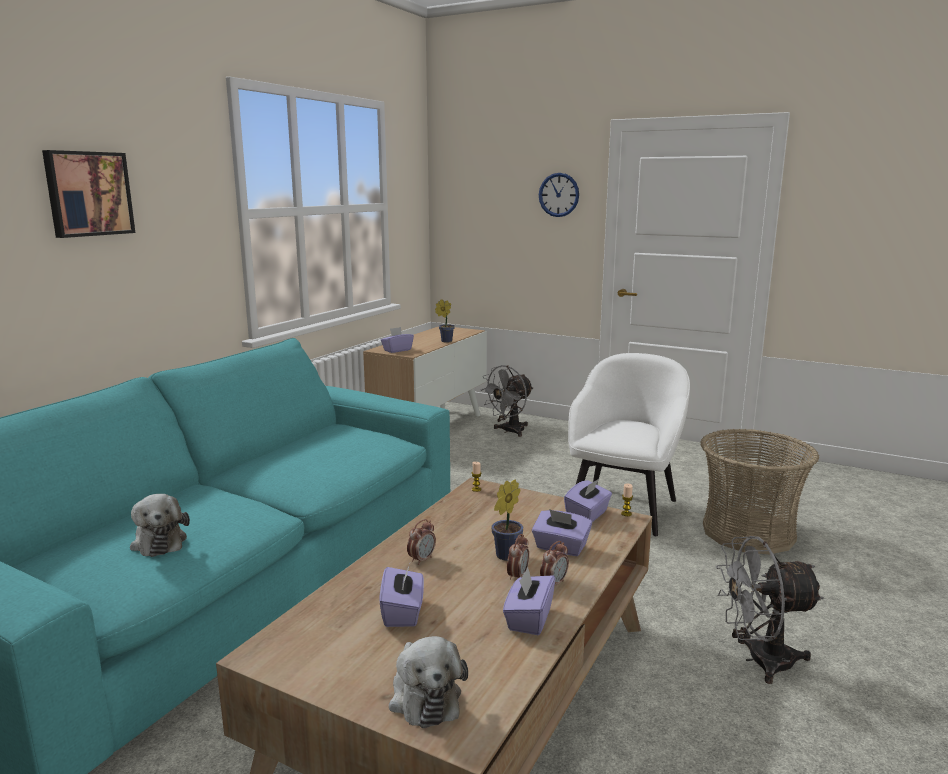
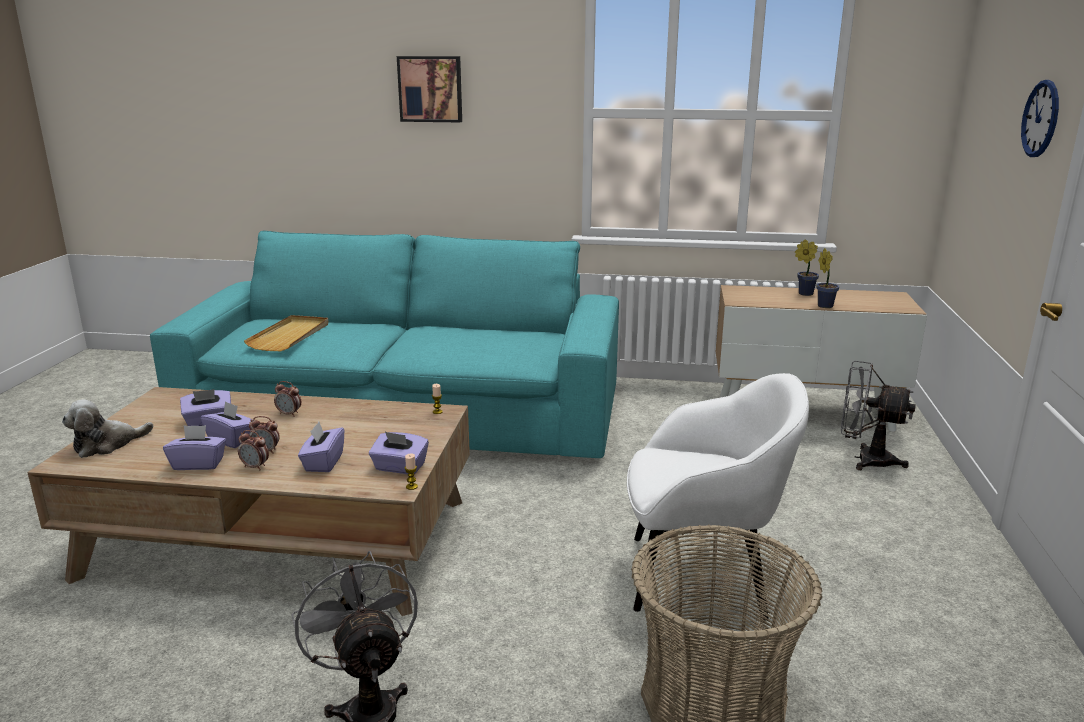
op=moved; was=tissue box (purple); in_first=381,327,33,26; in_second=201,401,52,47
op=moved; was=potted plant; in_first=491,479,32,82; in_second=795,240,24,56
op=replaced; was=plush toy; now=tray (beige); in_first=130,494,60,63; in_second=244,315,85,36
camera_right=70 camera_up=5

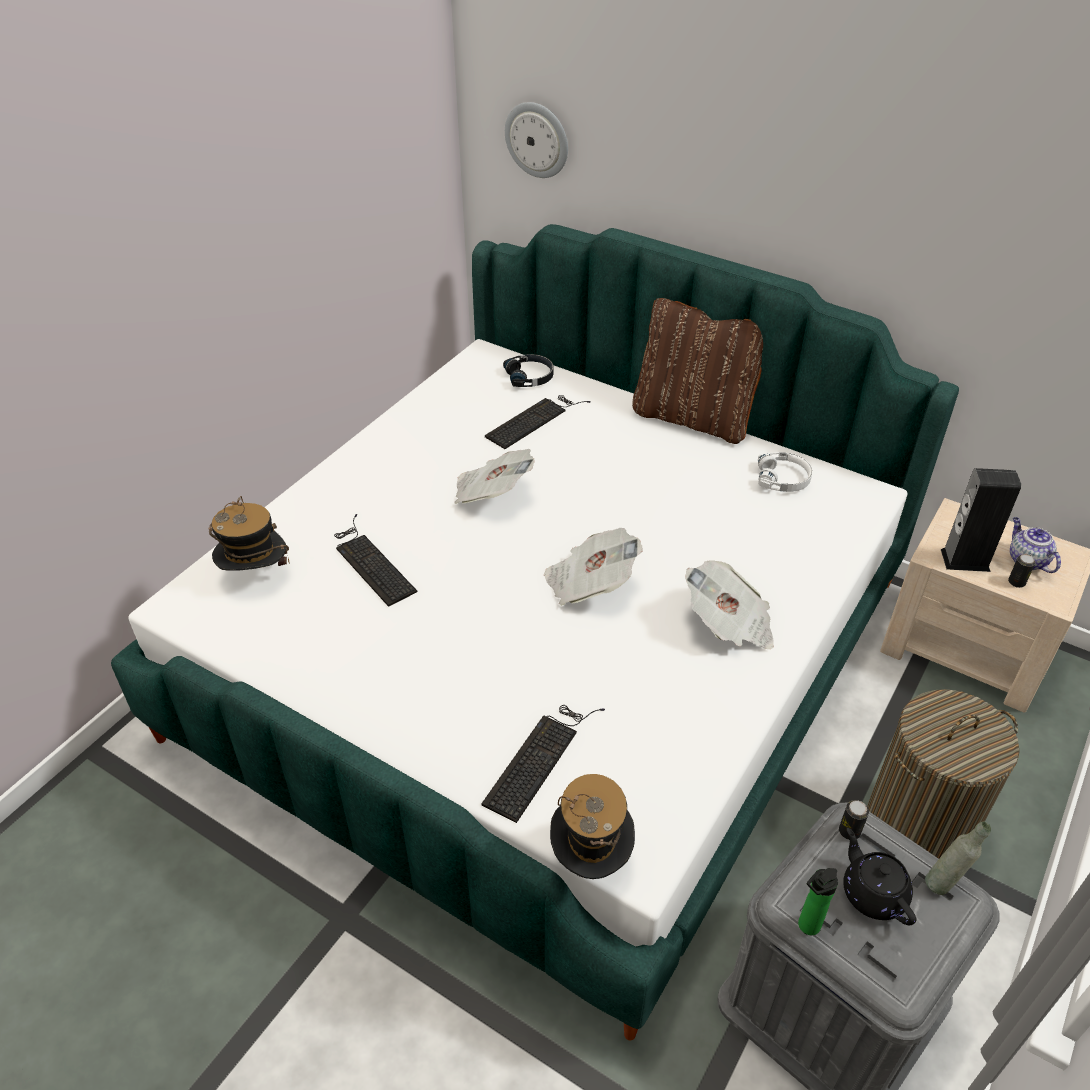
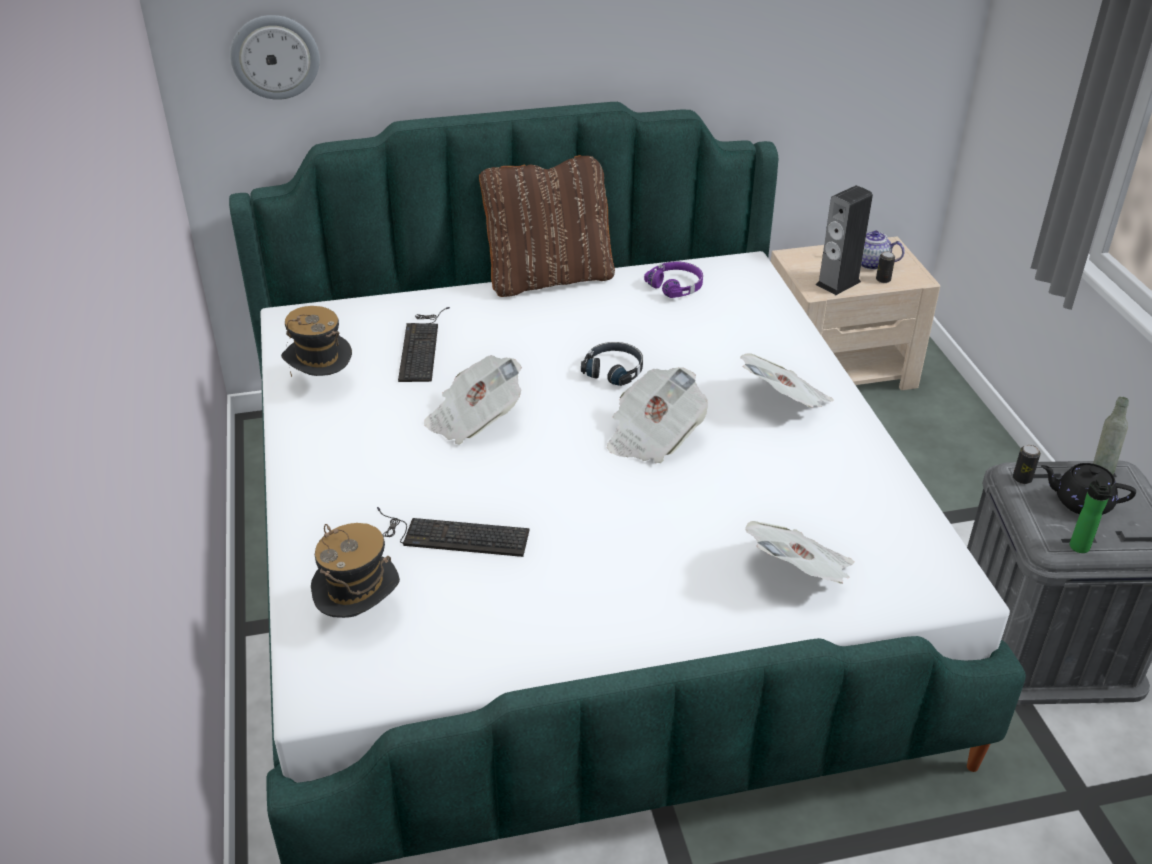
op=removed; was=laundry basket; in_first=867,690,153,169
op=moved; was=headphones (black); in_first=503,354,50,33; in_second=581,342,62,44
op=moved; was=hat; in_first=550,774,85,105; in_second=281,306,71,71
op=replaced; was=keyboard; now=newspaper; in_first=481,705,124,118; in_second=745,521,109,63
op=recoloured; was=headphones (white); now=headphones (purple); in_first=758,452,55,40; in_second=644,261,59,37
camera_right=-45 camera_up=-5

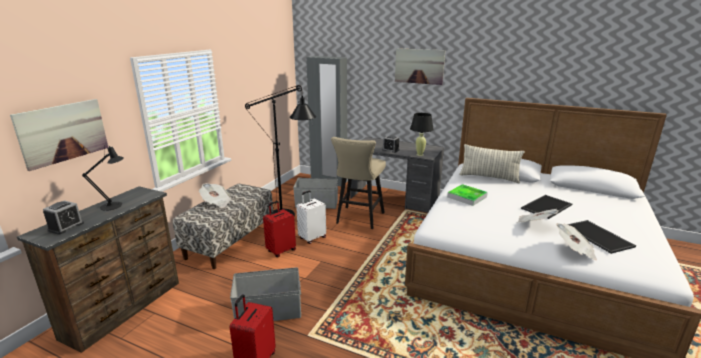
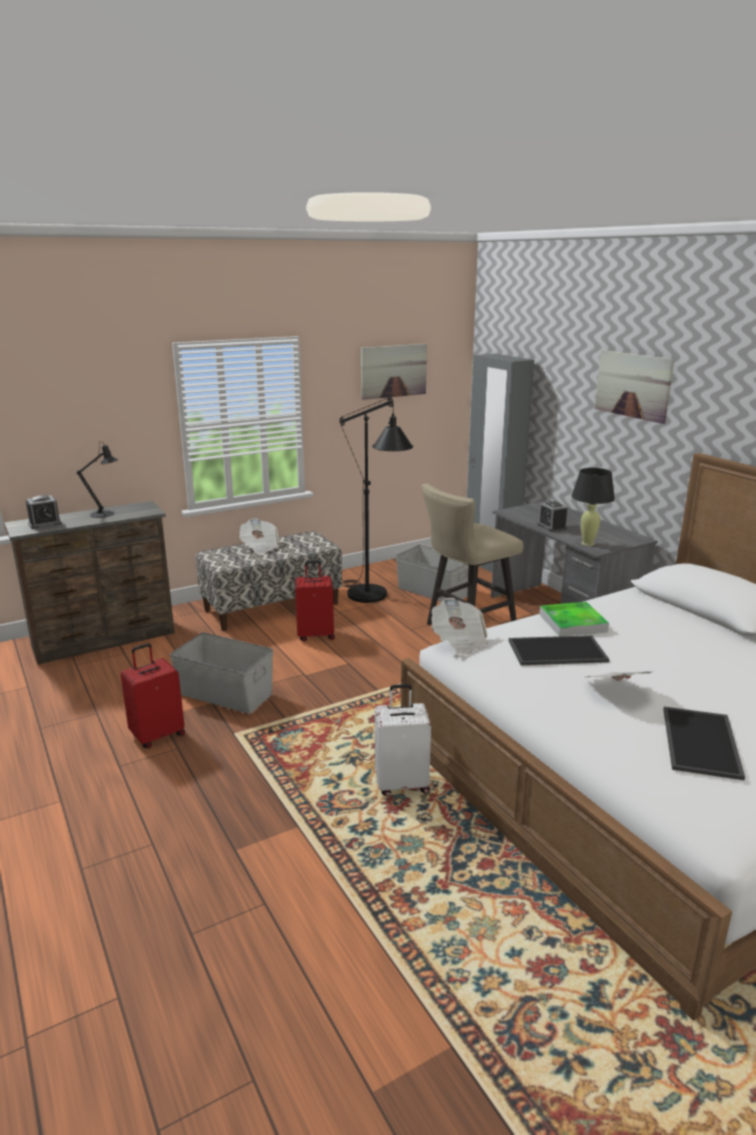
op=removed; was=pillow; in_first=459,144,65,39
op=moved; was=picture; in_first=10,99,99,72; in_second=361,344,66,56
op=moved; was=suitcase (white); in_first=296,190,30,54; in_second=375,684,56,112
op=moved; was=tray; in_first=521,195,51,24; in_second=509,635,101,30
op=moved; was=newspaper; in_first=556,223,41,37; in_second=431,598,57,58
camera_right=35 camera_up=0

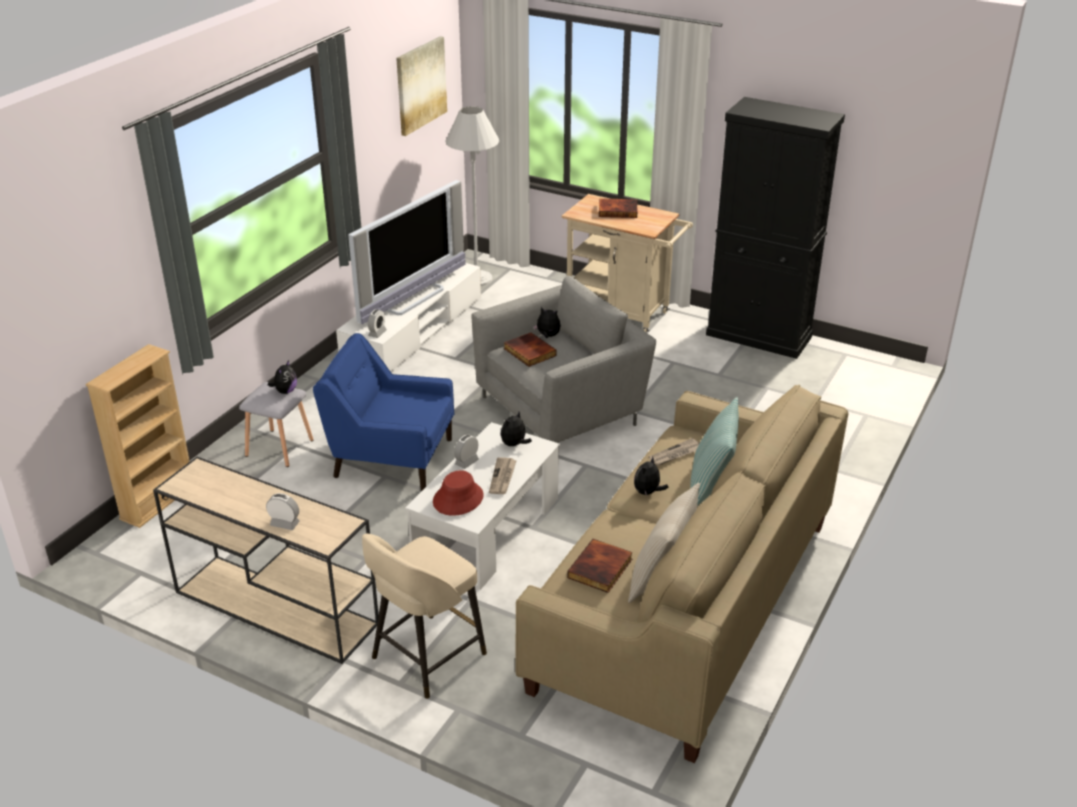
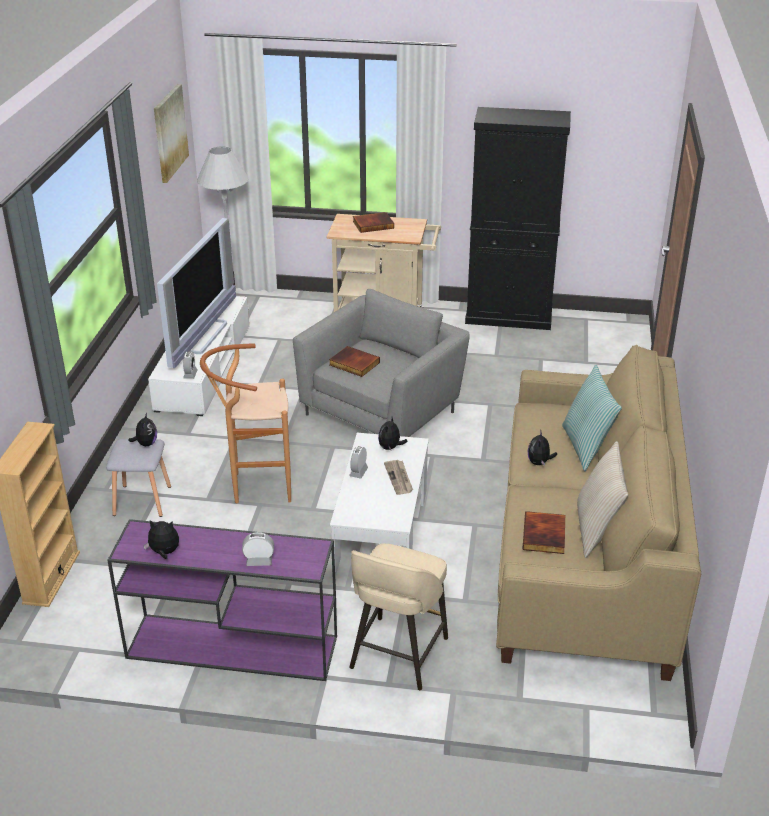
op=removed; was=hat (red); in_first=433,470,50,46
op=removed; was=newspaper; in_first=648,438,51,28
op=moved; was=plush toy; in_first=533,307,28,31; in_second=143,520,36,39
op=replaced; was=armchair (blue); now=stool (brown); in_first=313,333,141,158; in_second=200,343,91,160
op=recoloured; was=console table (beige); now=console table (purple); in_first=153,457,226,207; in_second=107,519,230,162
camera_right=-20 camera_up=0

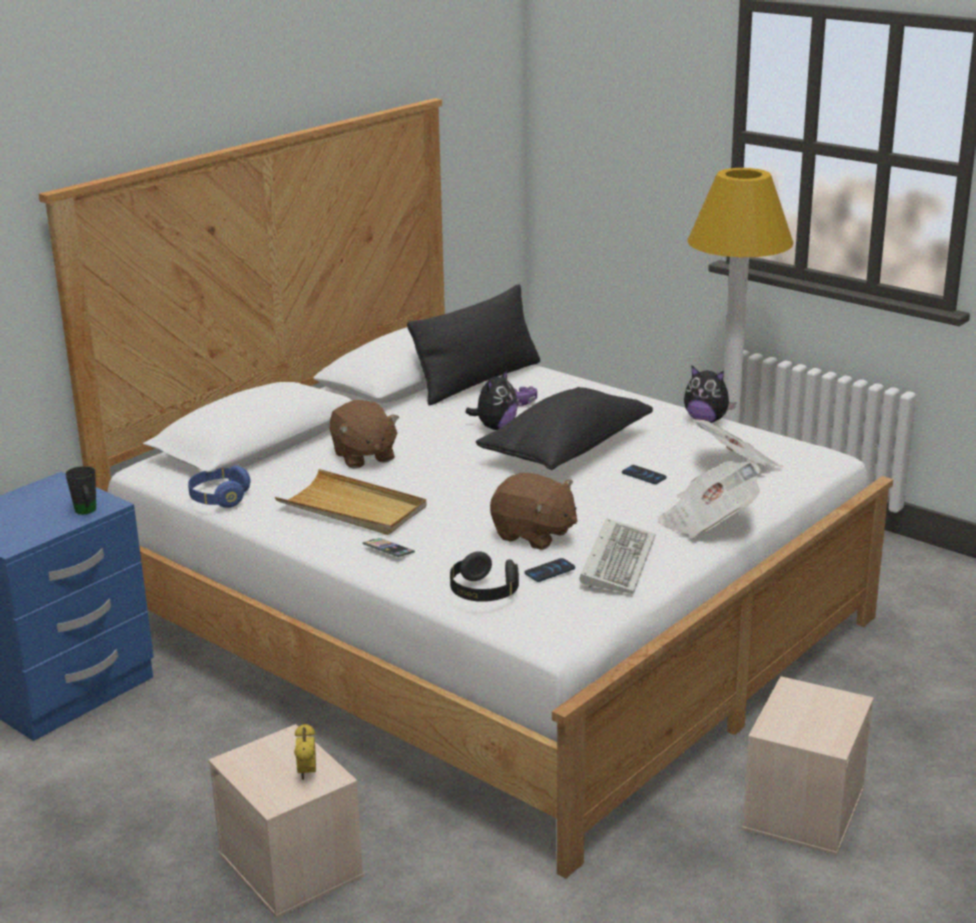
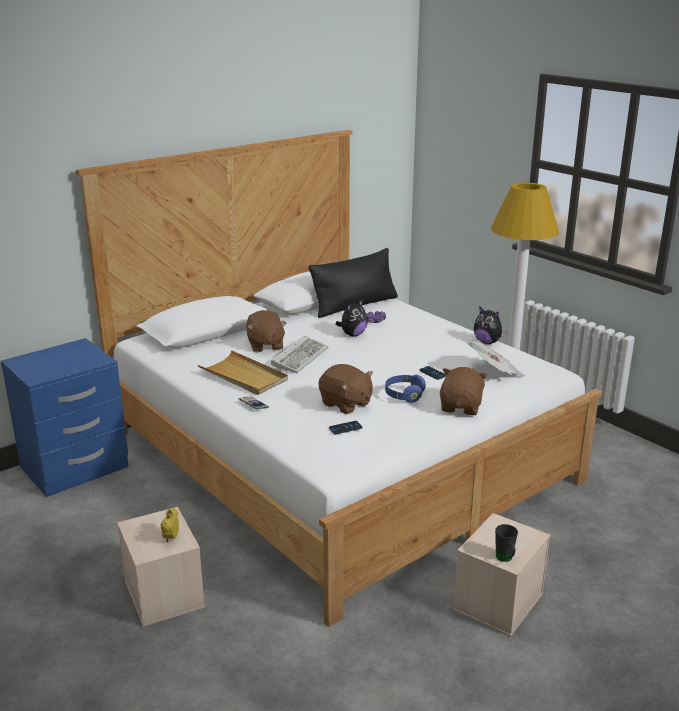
op=removed; was=headphones (black); in_first=450,551,69,51
op=removed; was=pillow (black); in_first=476,387,177,83
op=moved; was=mug (black); in_first=65,466,31,48; in_second=495,524,23,38
op=moved; was=headphones (blue); in_first=188,466,63,42; in_second=385,375,41,28
op=moved; was=keyboard; in_first=579,518,77,76; in_second=271,335,58,38
op=replaced; was=newspaper; now=plush toy (brown); in_first=658,461,103,76; in_second=440,367,48,48
camera_right=10 camera_up=0

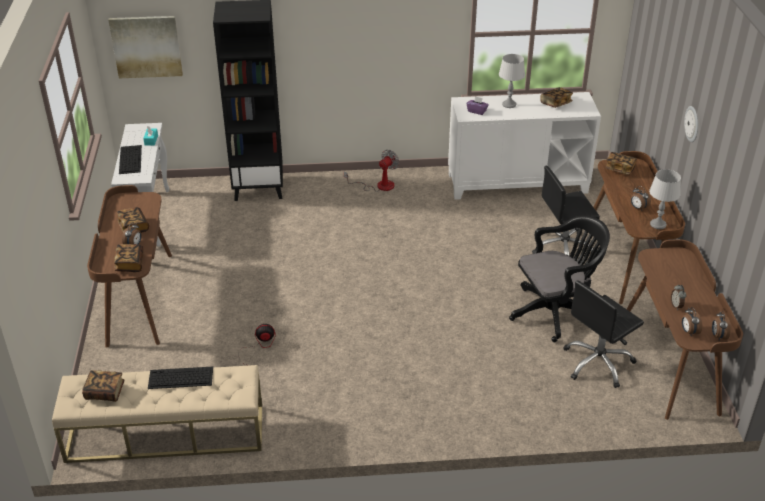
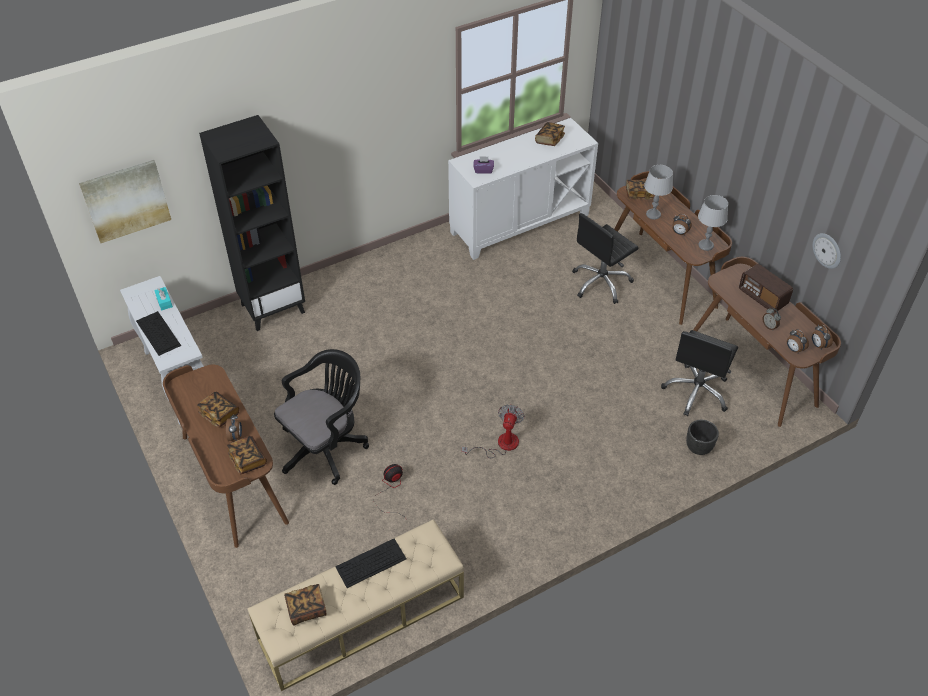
op=added; now=planter (black); in_second=686,420,33,35
op=added; now=radio; in_second=739,264,54,49
op=moved; was=fan; in_first=344,150,55,42; in_second=462,405,63,53
op=moved; was=table lamp (grey); in_first=499,54,26,54; in_second=644,165,29,55
op=moved; was=office chair (black); in_first=509,216,101,126; in_second=274,349,95,136
op=moved; was=wall clock; in_first=684,106,14,36; in_second=813,233,28,36
camera_right=-25 camera_up=10

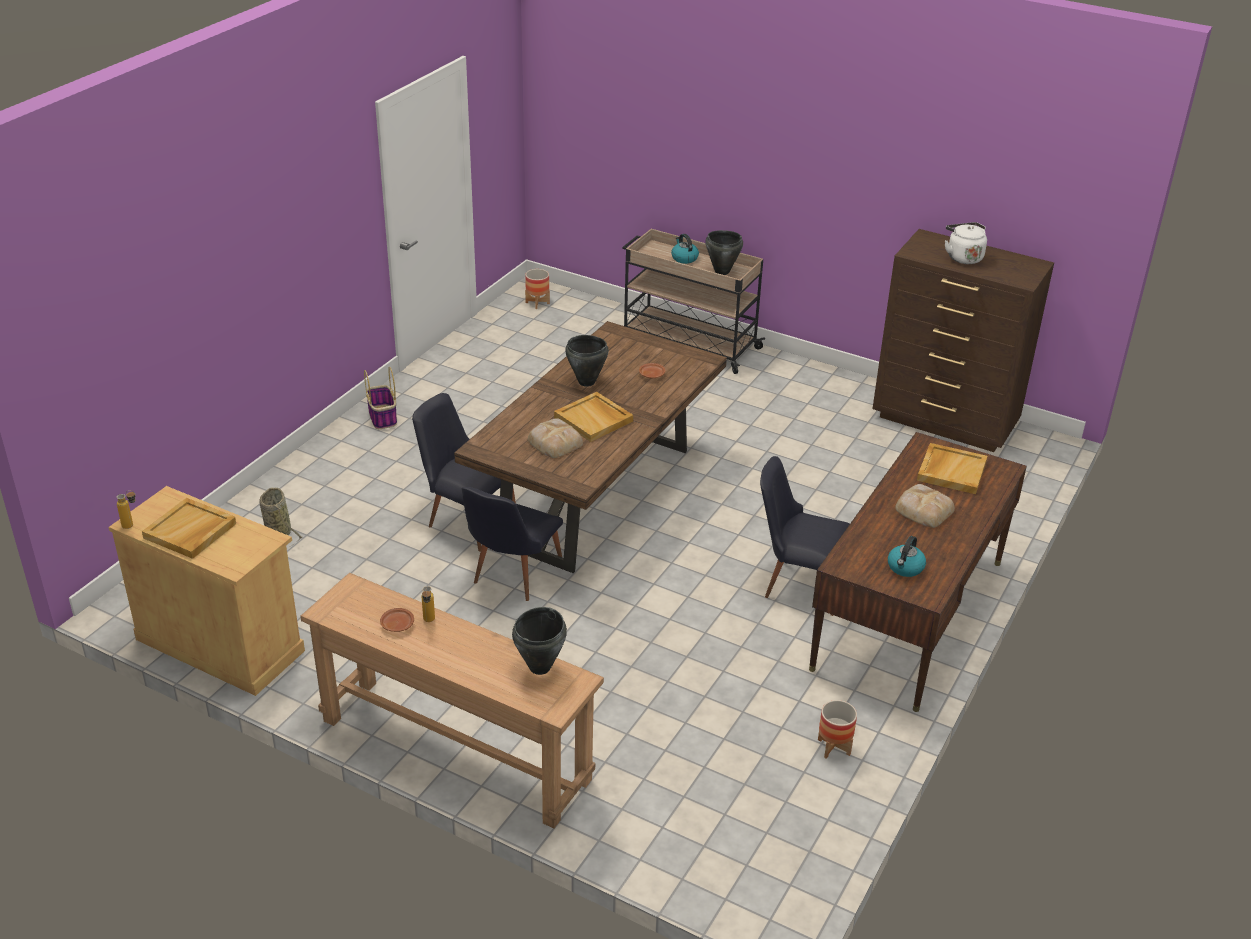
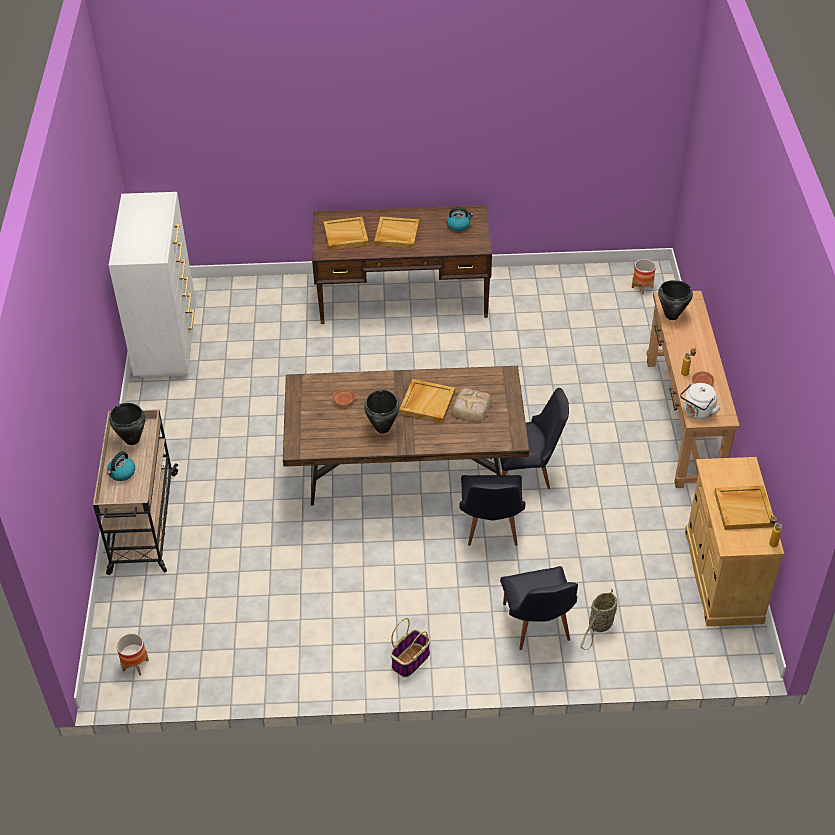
op=moved; was=chair (black); in_first=760,456,90,160; in_second=500,566,78,84
op=moved; was=planter; in_first=818,700,39,59; in_second=632,259,24,36
op=moved; was=kettle (white); in_first=945,222,42,42; in_second=680,383,41,36
op=replaced; was=bread; now=tray (beige); in_first=895,484,60,44; in_second=374,217,45,31
op=recoloured; was=dresser (brown); now=dresser (white); in_first=872,229,182,223; in_second=108,192,88,186
camera_right=-120 camera_up=10

